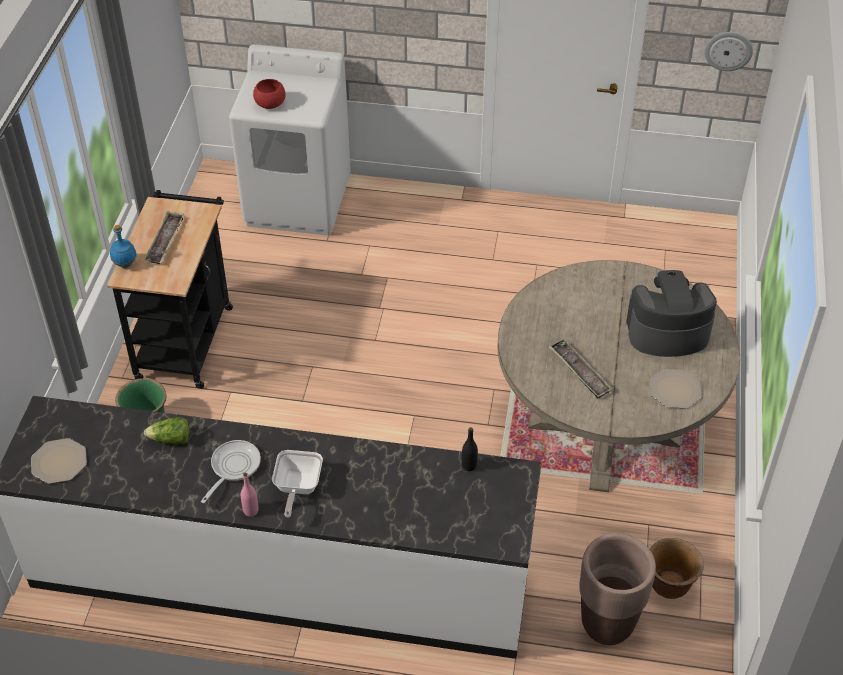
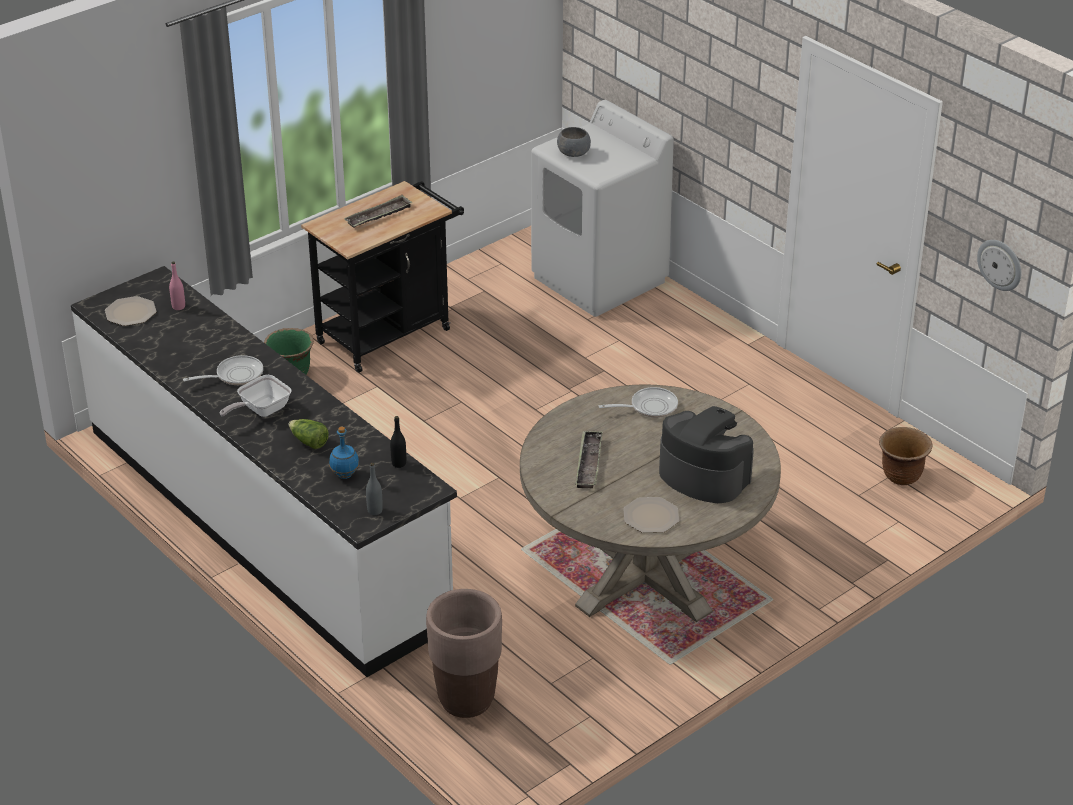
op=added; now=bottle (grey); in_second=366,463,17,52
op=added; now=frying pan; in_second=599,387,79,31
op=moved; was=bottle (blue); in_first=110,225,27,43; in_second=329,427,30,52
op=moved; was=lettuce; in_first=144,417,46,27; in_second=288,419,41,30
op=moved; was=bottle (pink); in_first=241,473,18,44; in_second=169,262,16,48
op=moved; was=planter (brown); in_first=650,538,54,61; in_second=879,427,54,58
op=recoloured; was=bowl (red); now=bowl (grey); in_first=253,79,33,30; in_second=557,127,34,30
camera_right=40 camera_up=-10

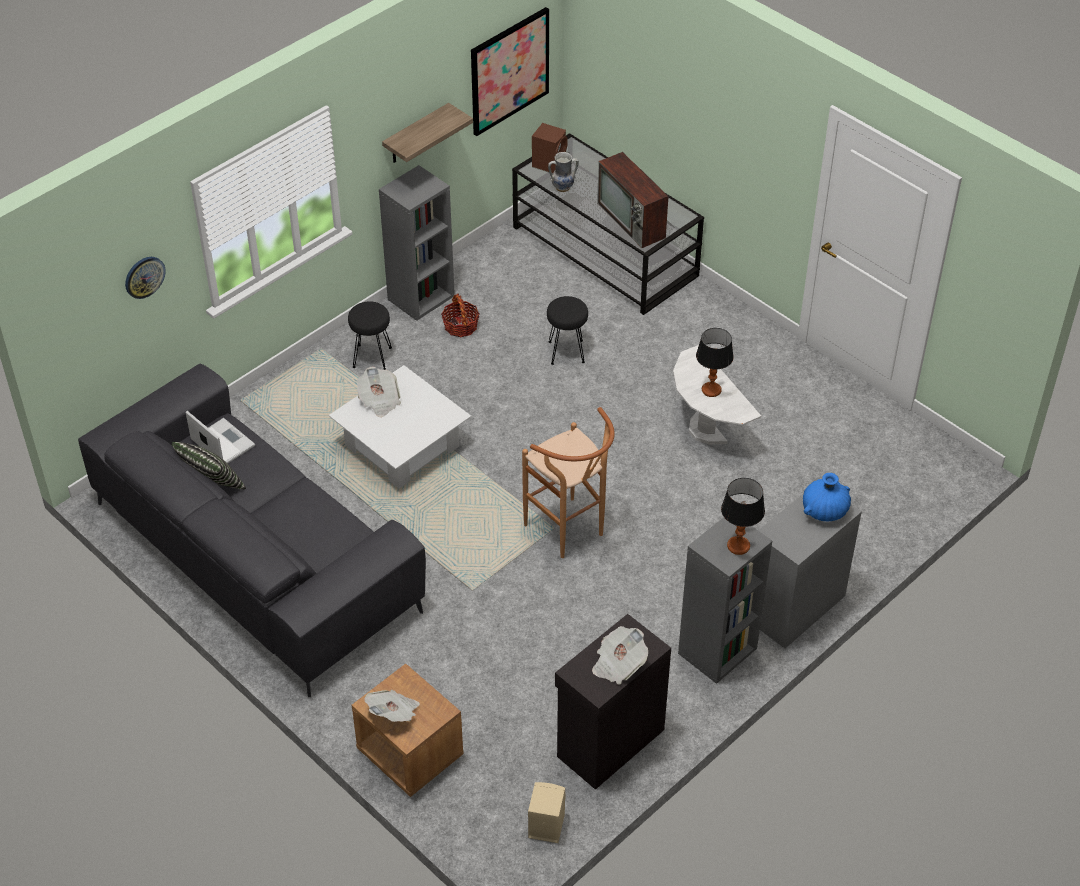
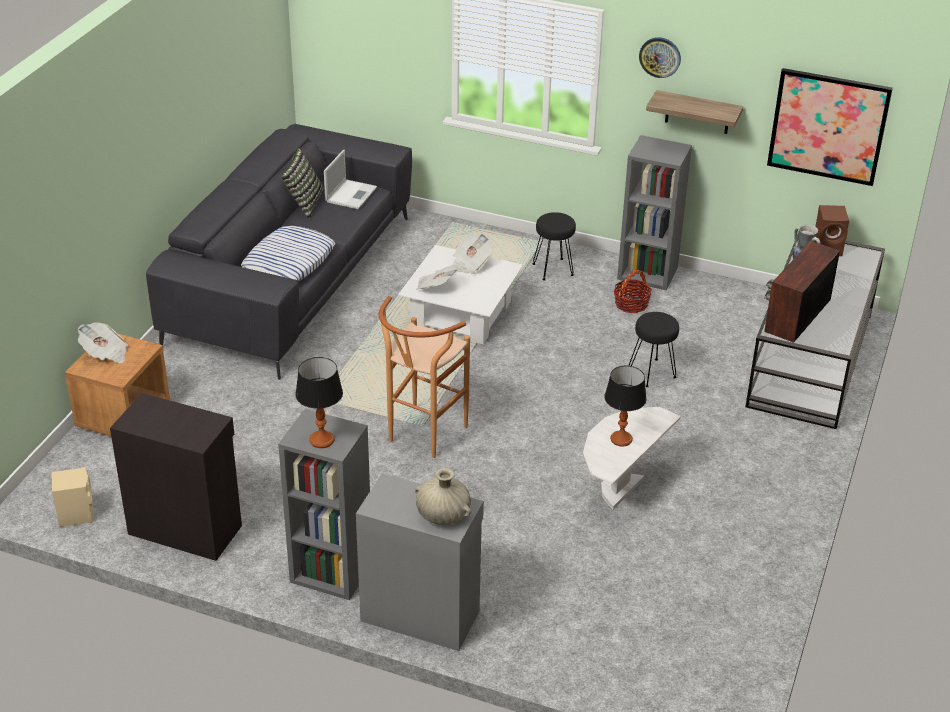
op=added; now=pillow; in_second=241,226,94,55
op=moved; was=wall clock; in_first=125,257,41,42; in_second=639,37,42,41
op=moved; was=newspaper; in_first=592,626,56,59; in_second=416,265,42,25
op=recoloured; was=vase (blue); now=vase (beige); in_first=803,473,48,48; in_second=415,468,56,57
camera_right=65 camera_up=-10

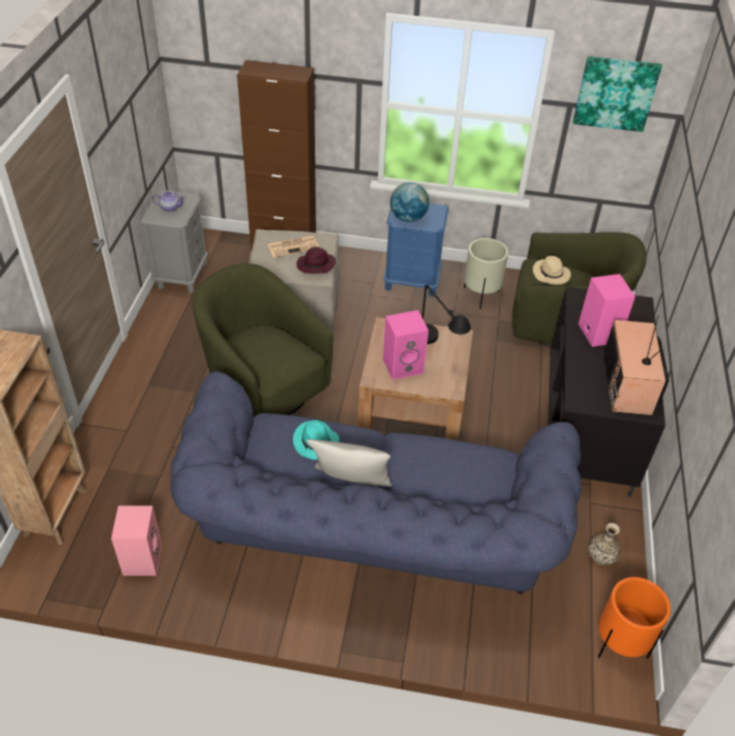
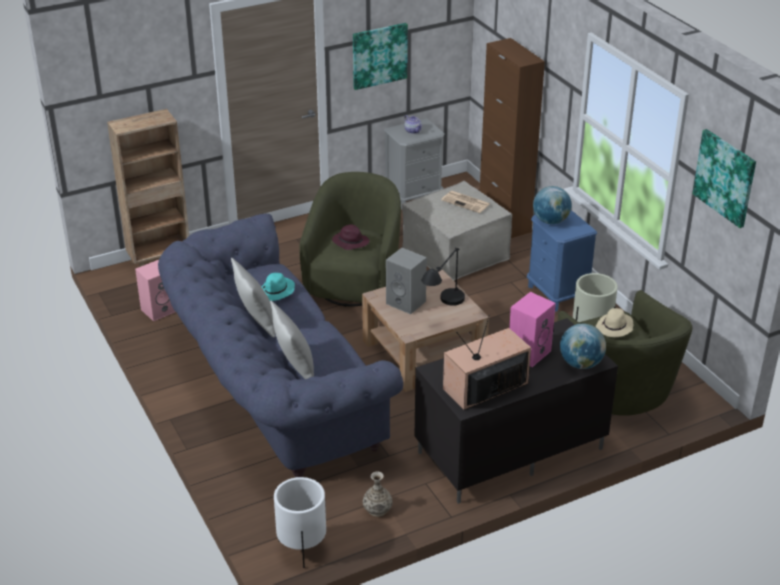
op=added; now=pillow (grey); in_second=270,301,44,78
op=added; now=picture; in_second=353,23,55,67
op=added; now=globe; in_second=560,324,46,45
op=moved; was=hat (purple); in_first=296,247,40,27; in_second=332,225,37,25
op=recoloured; was=speaker (pink); now=speaker (grey); in_first=383,310,46,70; in_second=386,248,41,66
op=recoloured; was=planter (orange); now=planter (white); in_first=598,577,73,82; in_second=274,477,52,91
camera_right=55 camera_up=-10

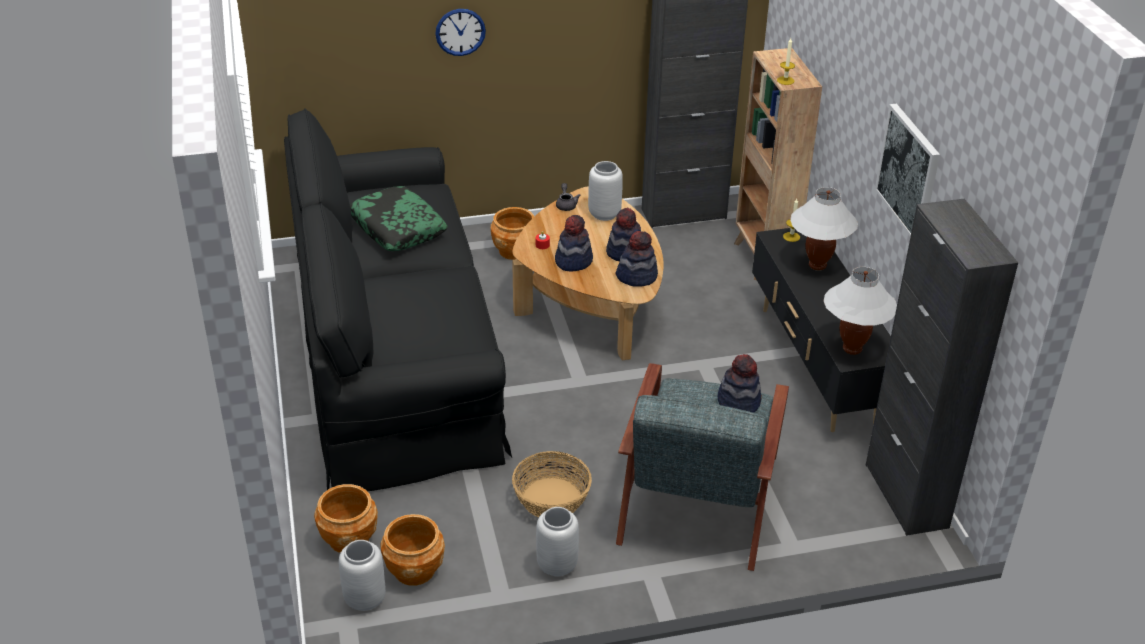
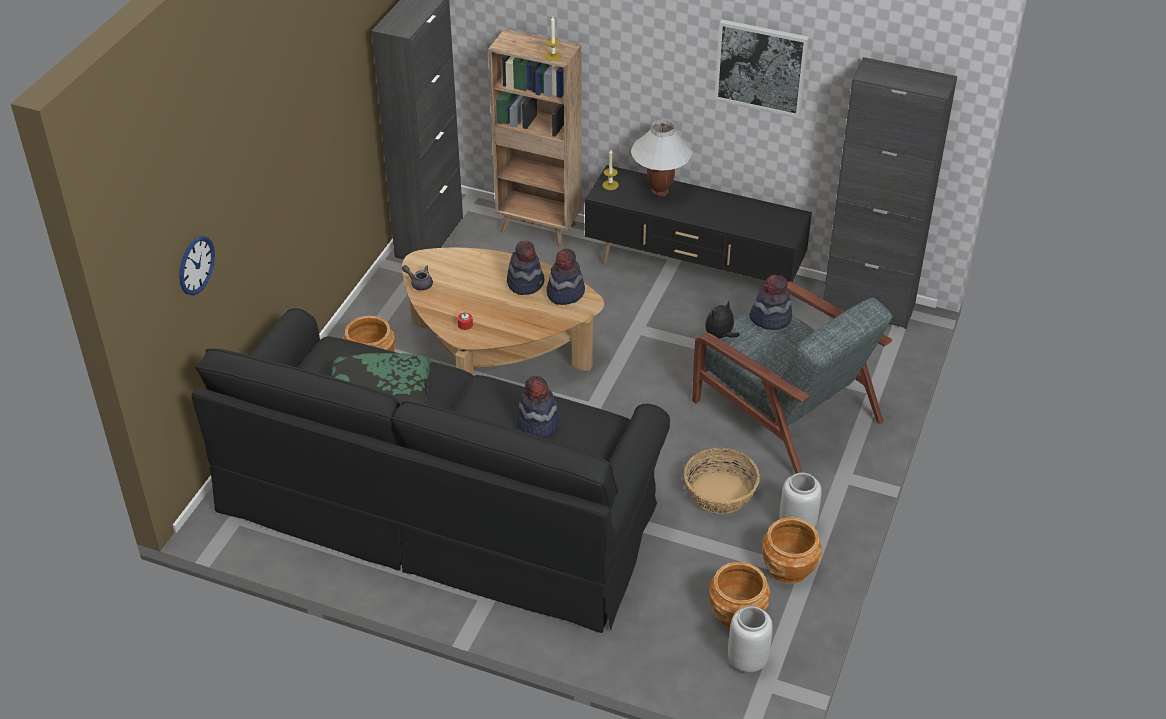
op=removed; was=vase (grey); in_first=588,161,35,60
op=removed; was=table lamp (white); in_first=824,267,73,88
op=added; now=plush toy; in_second=705,301,35,37
op=moved; was=planter (brown); in_first=314,484,64,69; in_second=762,518,60,66
op=moved; was=wall clock; in_first=435,9,51,47; in_second=179,236,36,60
op=moved; was=hat; in_first=555,215,38,57; in_second=517,376,43,62
camera_right=-55 camera_up=5

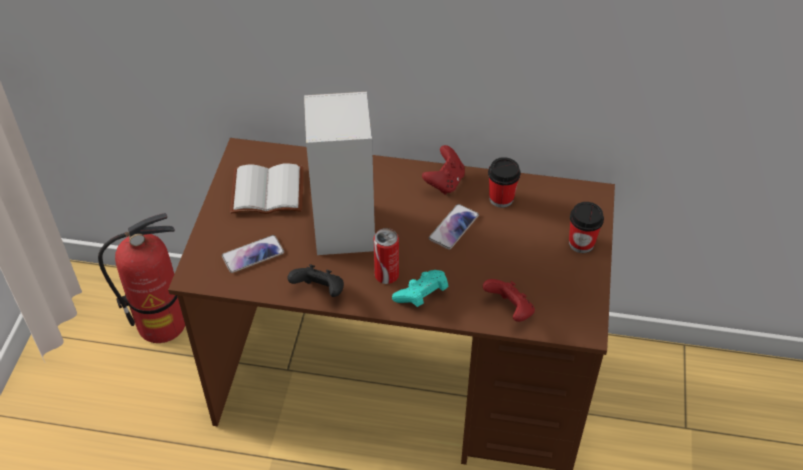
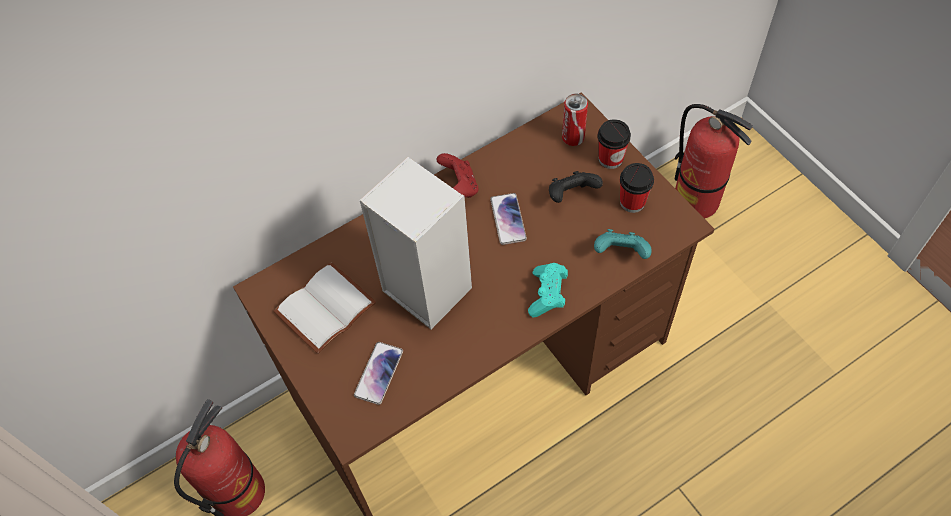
op=added; now=fire extinguisher; in_second=675,104,78,115
op=moved; was=game controller (black); in_first=288,264,56,33; in_second=549,171,54,32
op=moved; was=can; in_first=373,228,26,56; in_second=562,94,26,52
op=moved; was=cup; in_first=488,157,33,51; in_second=620,163,34,50
op=recoloured; was=game controller (red); now=game controller (turquoise); in_first=483,279,52,43; in_second=594,229,58,30
camera_right=-40 camera_up=10

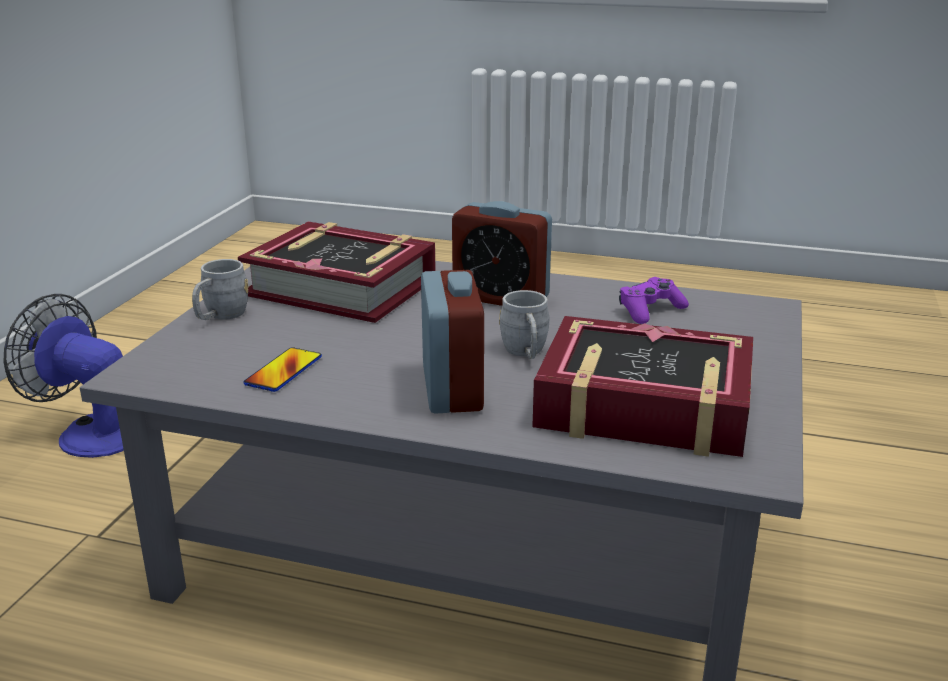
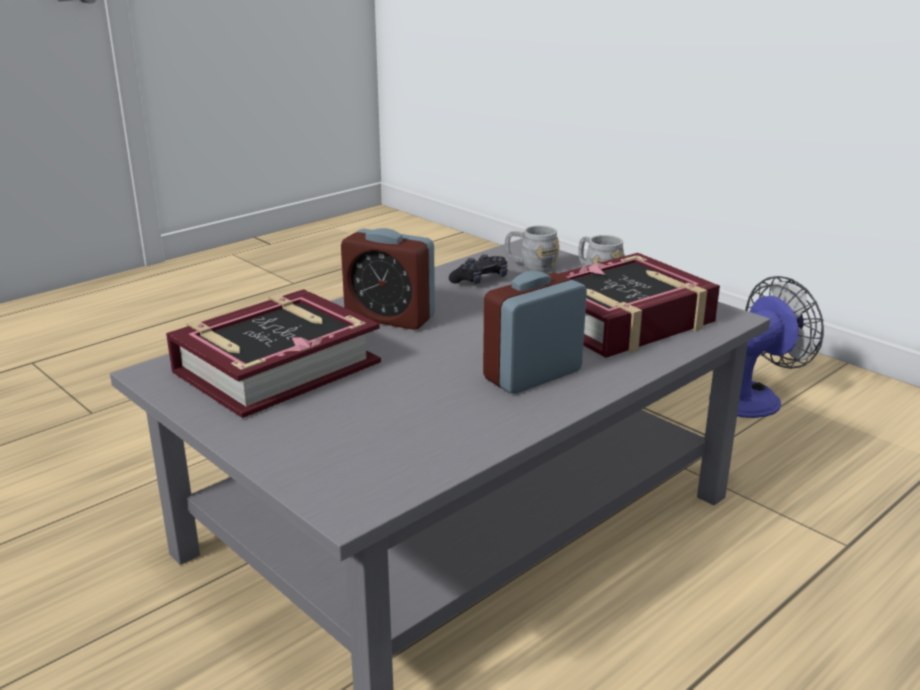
op=removed; was=game controller (purple); in_first=619,277,70,47
op=moved; was=mug (grey); in_first=499,290,50,69; in_second=505,225,54,48
op=replaced; was=phone; now=game controller (black); in_first=243,347,79,45; in_second=449,254,59,30
camera_right=120 camera_up=0

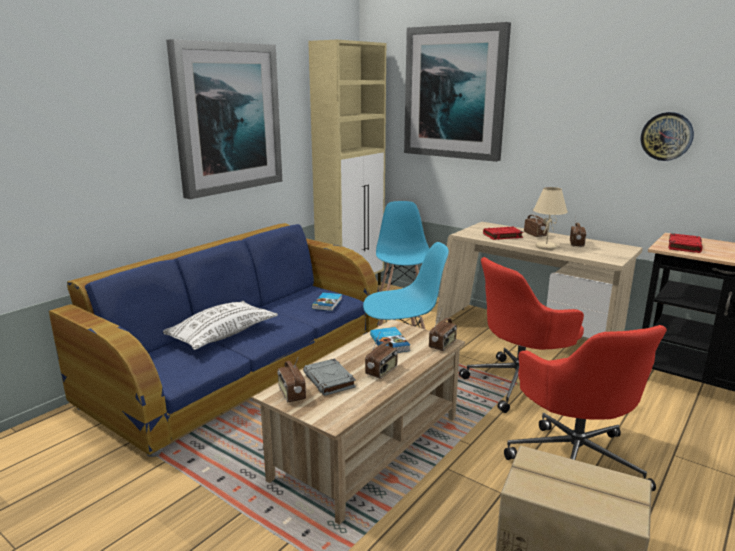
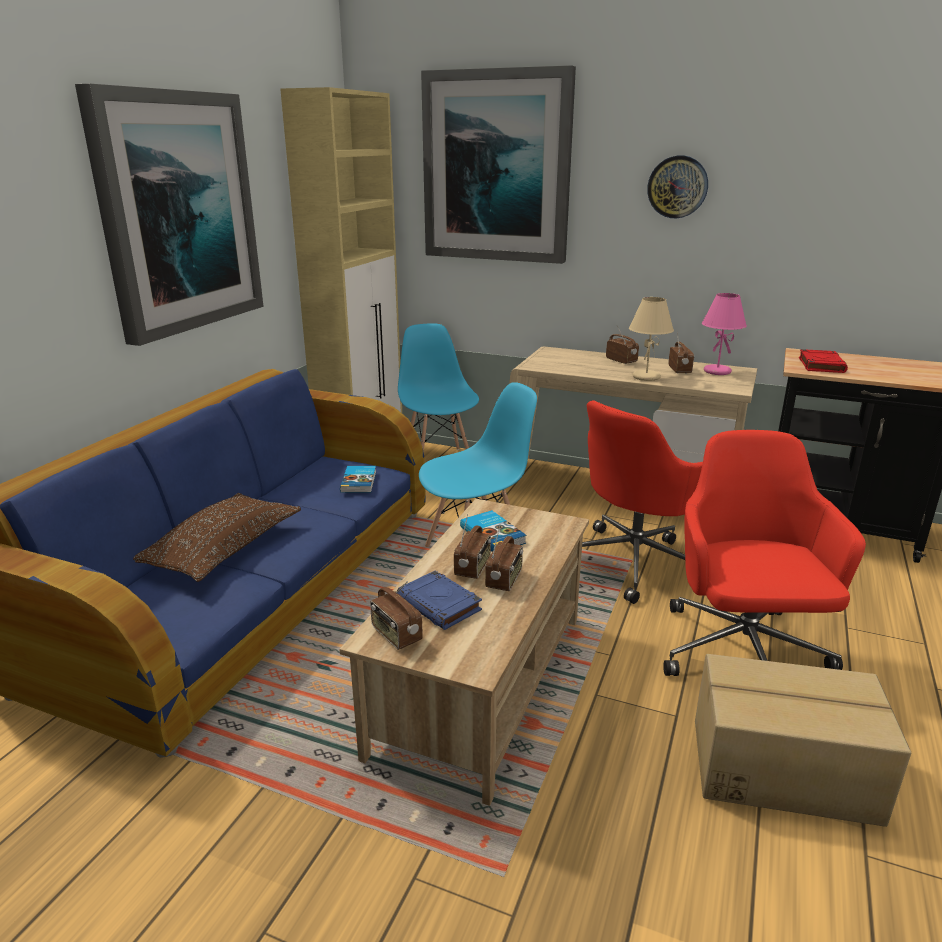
op=removed; was=book (red); in_first=483,227,41,13
op=added; now=table lamp (pink); in_second=702,293,45,82
op=moved; was=radio; in_first=429,309,28,42; in_second=454,514,37,65
op=moved; was=wall clock; in_first=641,112,53,49; in_second=647,155,61,63
op=recoloured; was=pillow (white); now=pillow (brown); in_first=163,301,115,49; in_second=133,493,168,89
op=recoloured; was=book (grey); now=book (blue); in_first=303,358,53,38; in_second=397,571,85,59
op=turned; was=office chair (red); in_first=504,325,163,166; in_second=663,430,203,246; clockwise=-150
camera_right=-15 camera_up=5

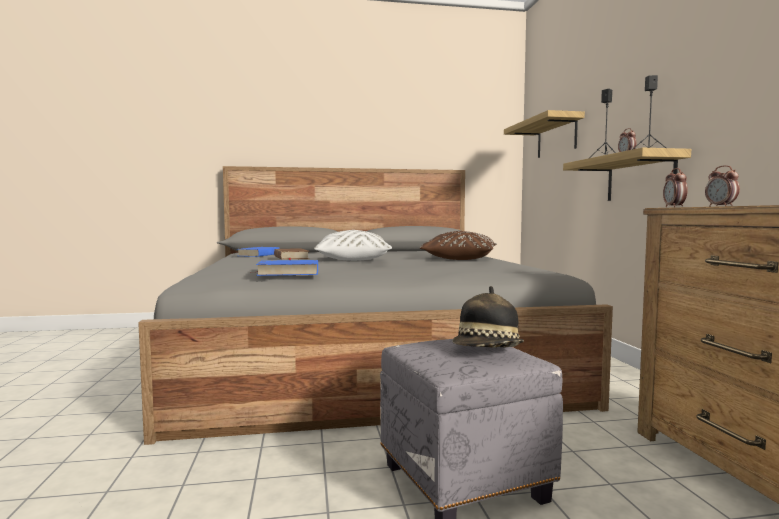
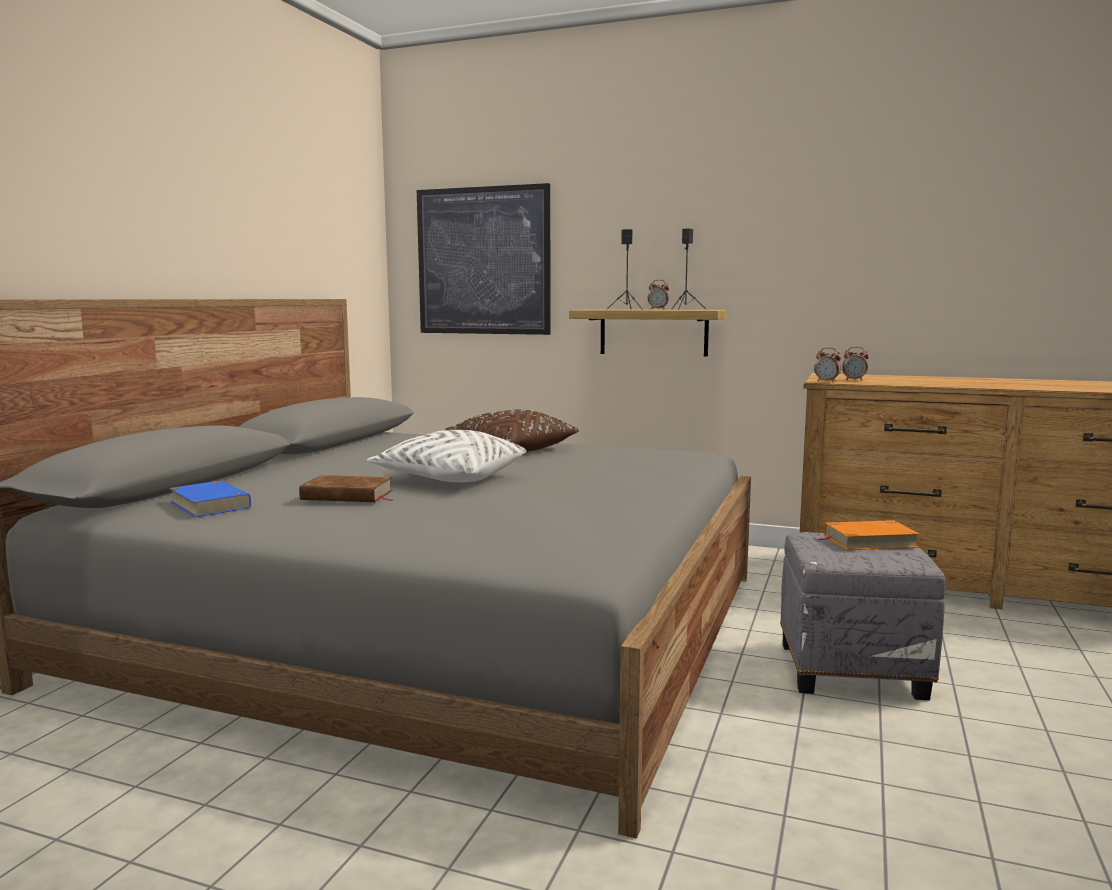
op=removed; was=book (blue); in_first=249,260,69,16
op=replaced; was=hat; now=book (orange); in_first=452,286,72,62; in_second=817,520,103,30
op=replaced; was=shelf; now=picture; in_first=504,110,81,48; in_second=417,183,134,152
camera_right=-60 camera_up=5

